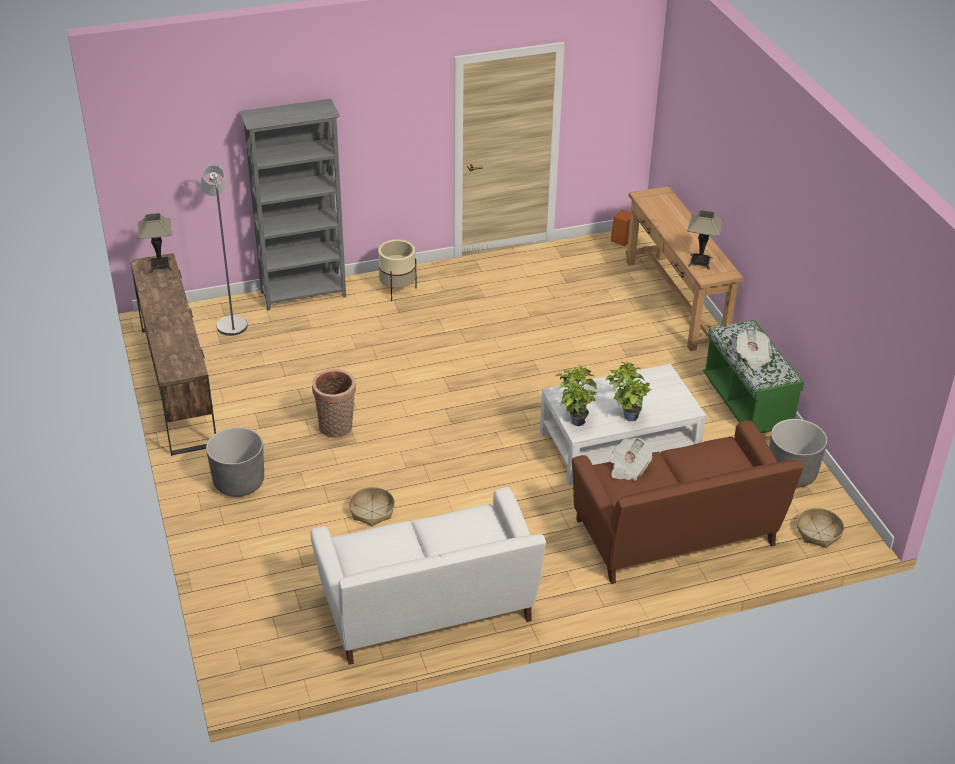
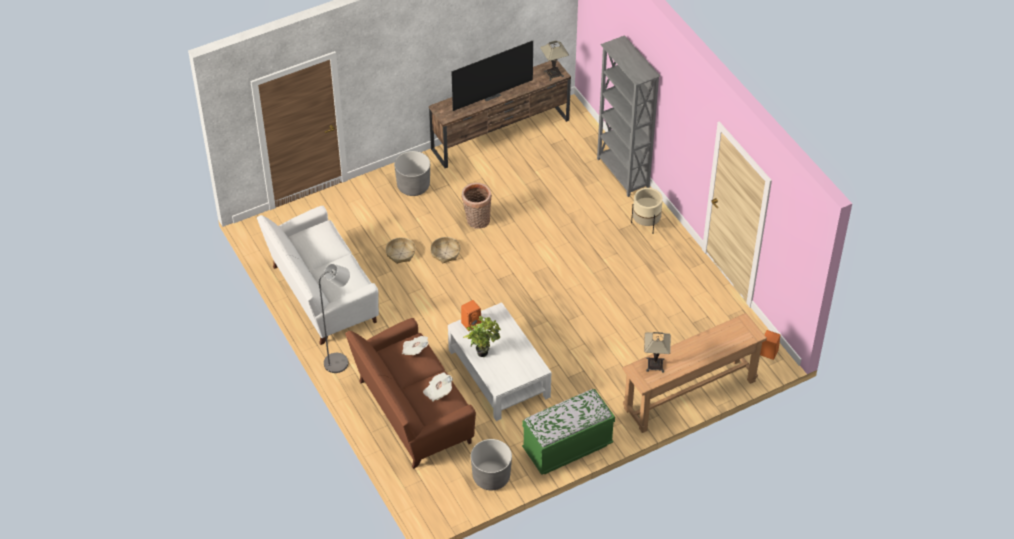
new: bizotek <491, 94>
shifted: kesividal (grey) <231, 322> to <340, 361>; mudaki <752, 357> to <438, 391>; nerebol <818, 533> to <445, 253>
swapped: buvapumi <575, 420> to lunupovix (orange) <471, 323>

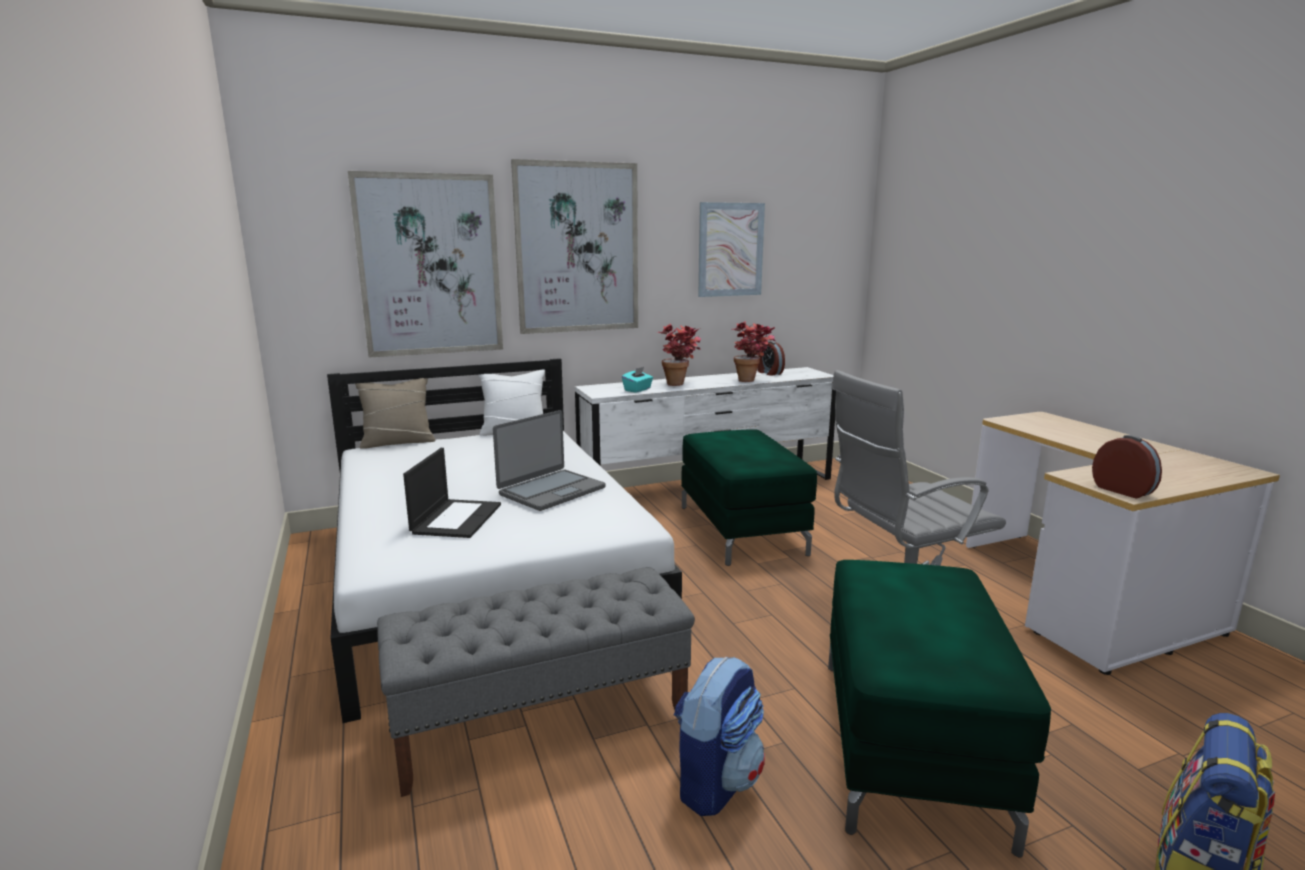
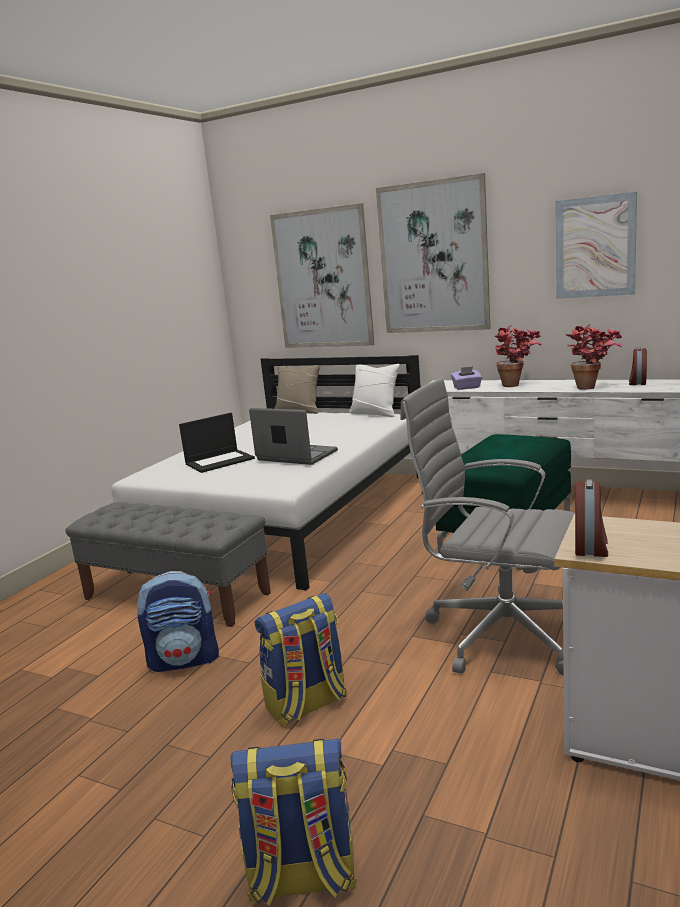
swapped: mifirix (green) <910, 746> to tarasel <306, 704>
repainted: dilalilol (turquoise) <638, 390> to dilalilol (purple) <467, 387>
rotated: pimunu <551, 491> = <296, 456> 150 degrees counterclockwise

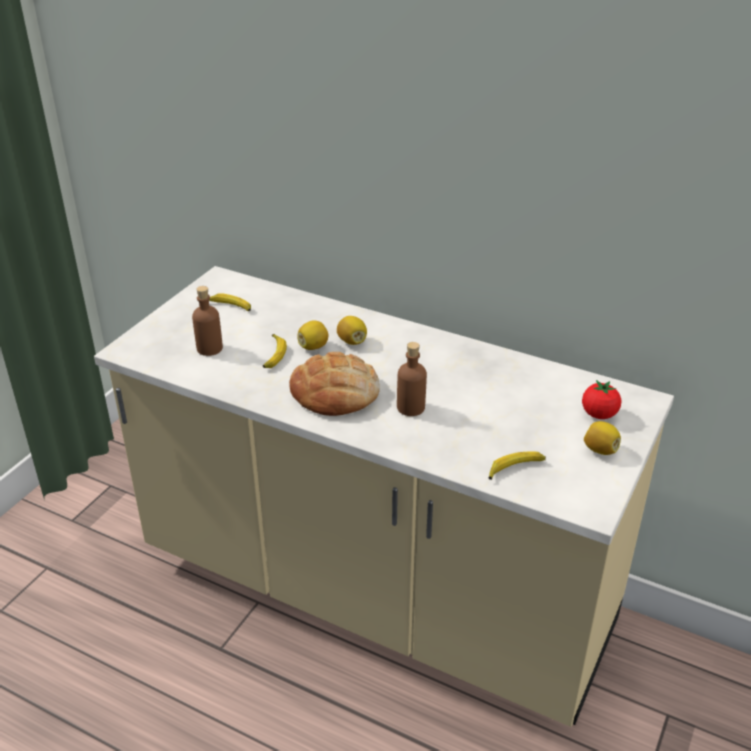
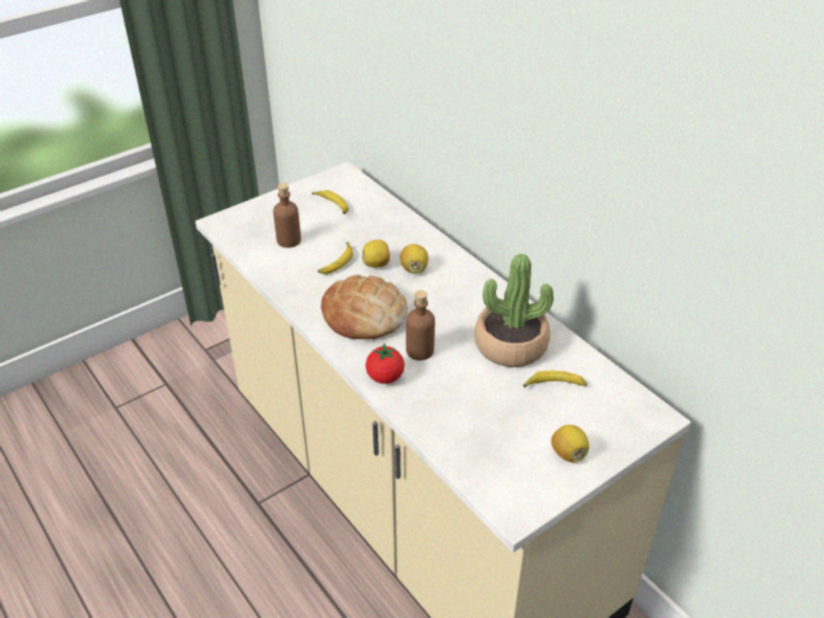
new: buvapumi <510, 345>
shifted: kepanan <515, 469> to <554, 385>; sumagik <599, 414> to <385, 377>

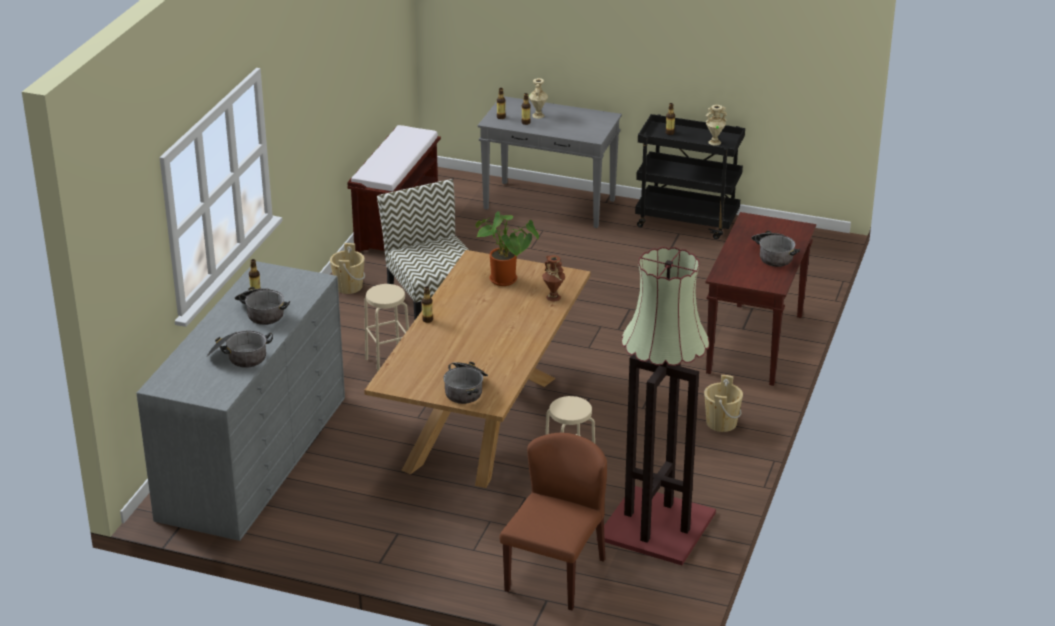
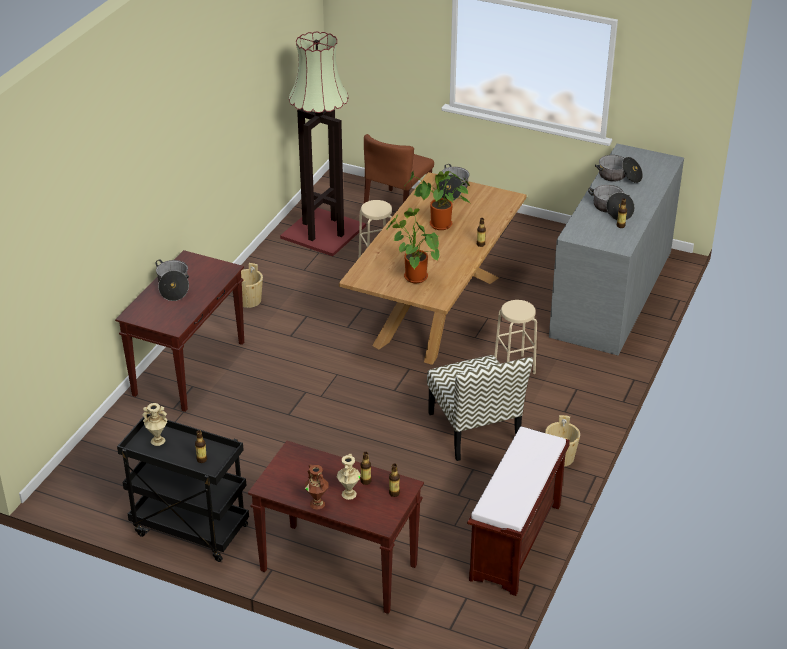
new: buvapumi <439, 226>
shifted: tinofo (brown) <553, 297> to <317, 503>
repainted: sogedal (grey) <550, 205> to sogedal (brown) <337, 568>

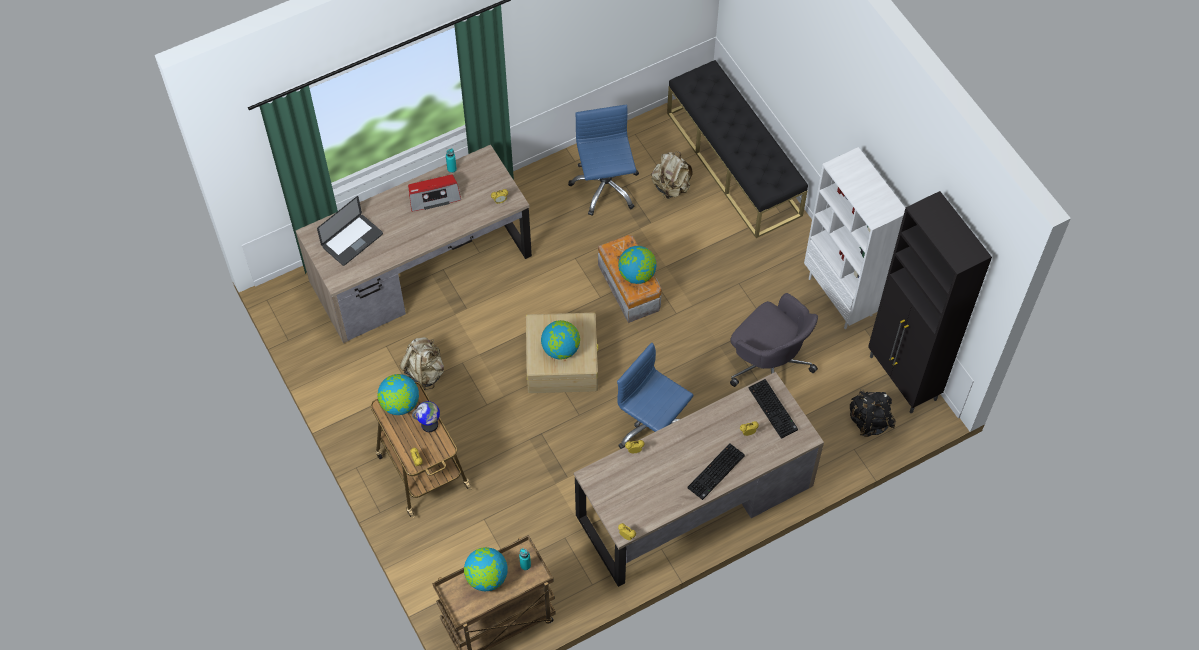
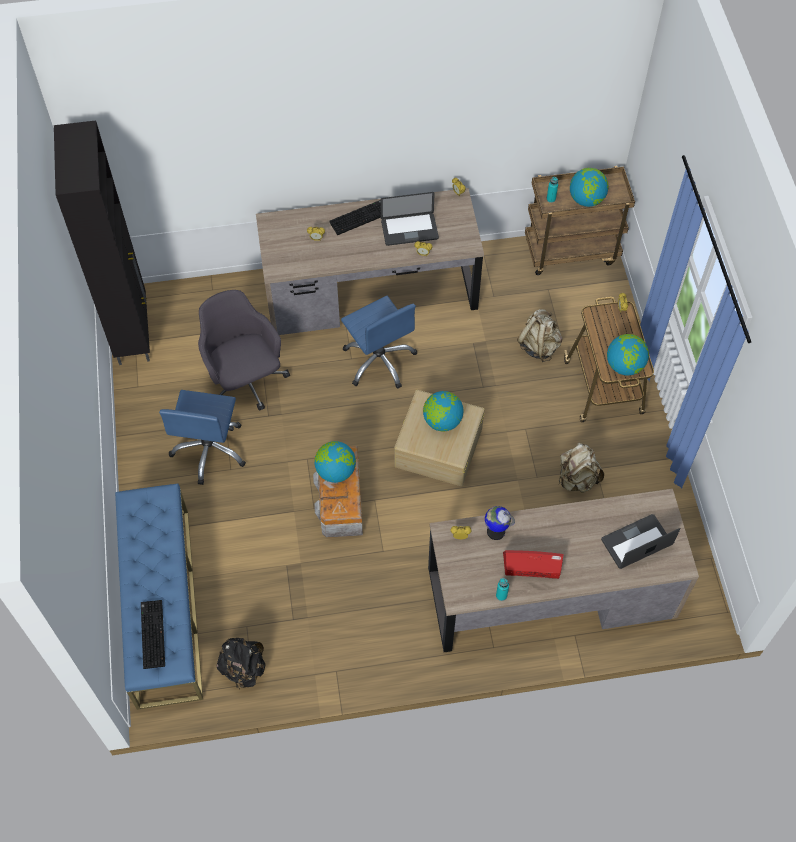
gone: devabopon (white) <841, 297>
new: pimunu <409, 230>
shifted: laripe <430, 425> to <495, 531>; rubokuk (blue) <605, 187> to <210, 450>; tarasel (beige) <671, 187> to <539, 346>; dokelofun <774, 409> to <151, 634>; tarasel (black) <869, 421> to <243, 668>
repainted: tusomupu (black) <734, 164> to tusomupu (blue) <163, 606>

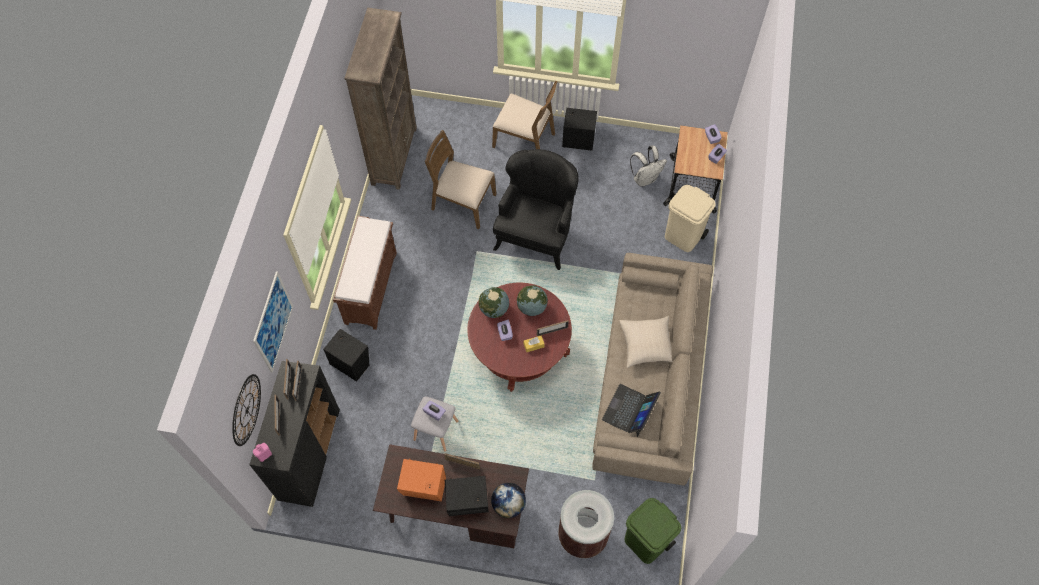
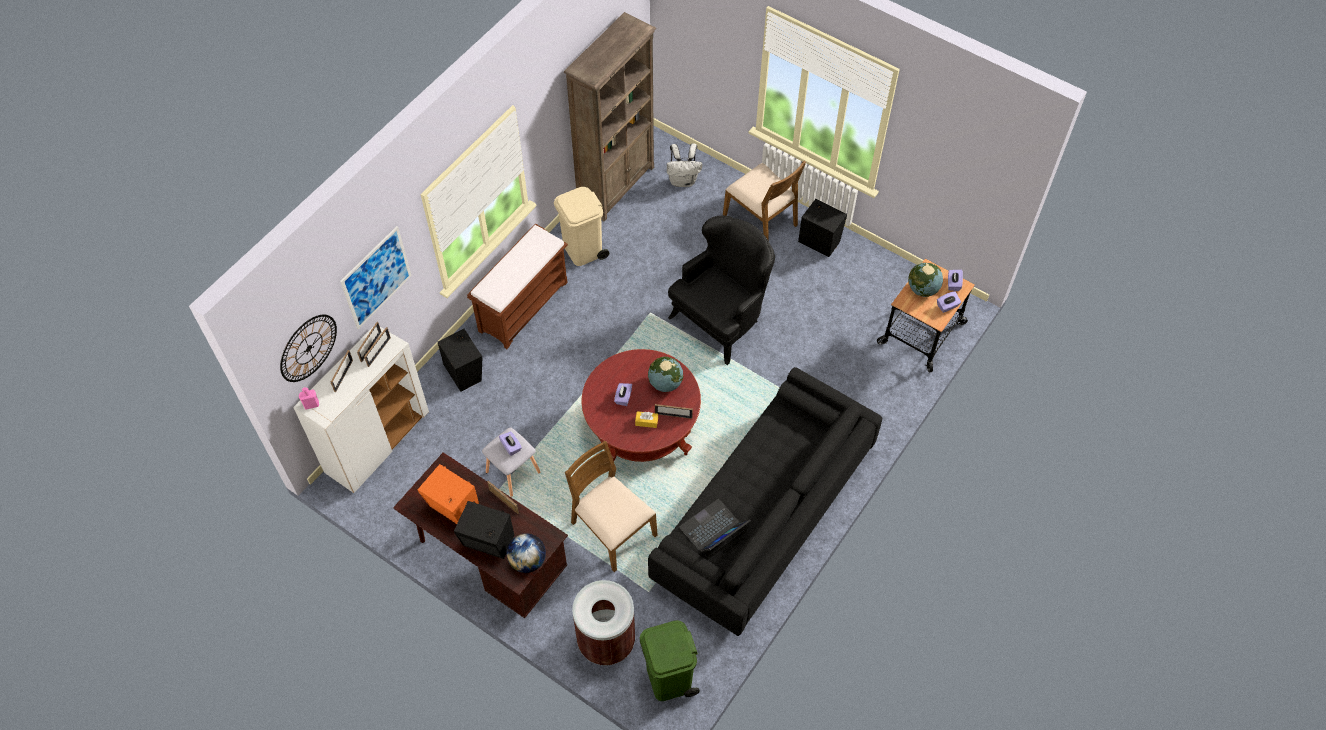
gone: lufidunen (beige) <647, 345>
shifted: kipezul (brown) <463, 202> to <612, 529>; laripe <494, 309> to <922, 289>; tarasel (white) <645, 178> to <683, 180>; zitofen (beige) <683, 236> to <583, 250>
repainted: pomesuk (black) <309, 454> to pomesuk (white) <377, 442>; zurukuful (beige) <649, 379> to zurukuful (black) <763, 514>

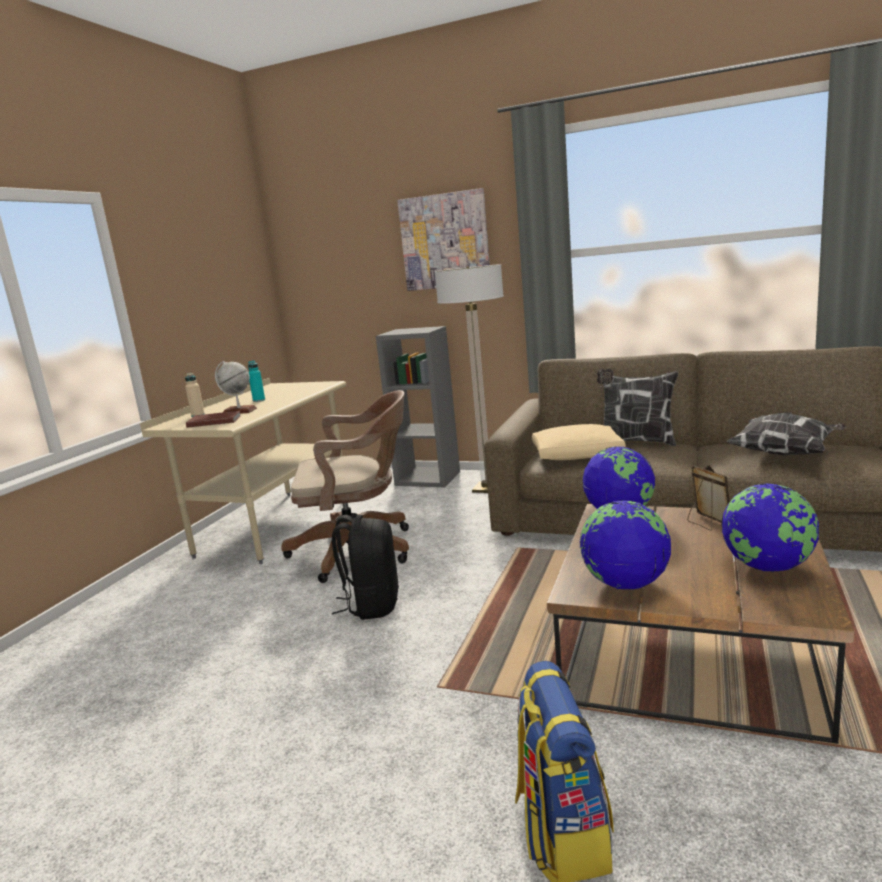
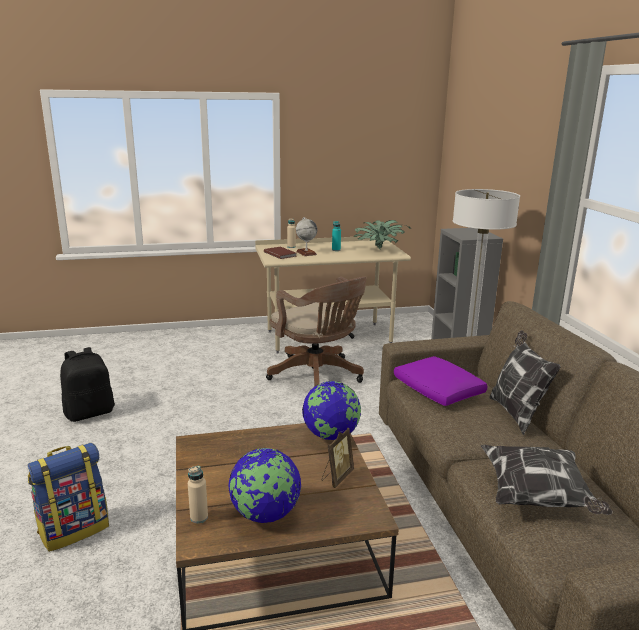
gone: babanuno <445, 241>; laripe <625, 584>
new: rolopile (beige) <199, 517>; buvapumi <379, 250>
shifted: tarasel (black) <372, 604> to <90, 413>
repainted: lufidunen (beige) <578, 455> to lufidunen (purple) <438, 391>

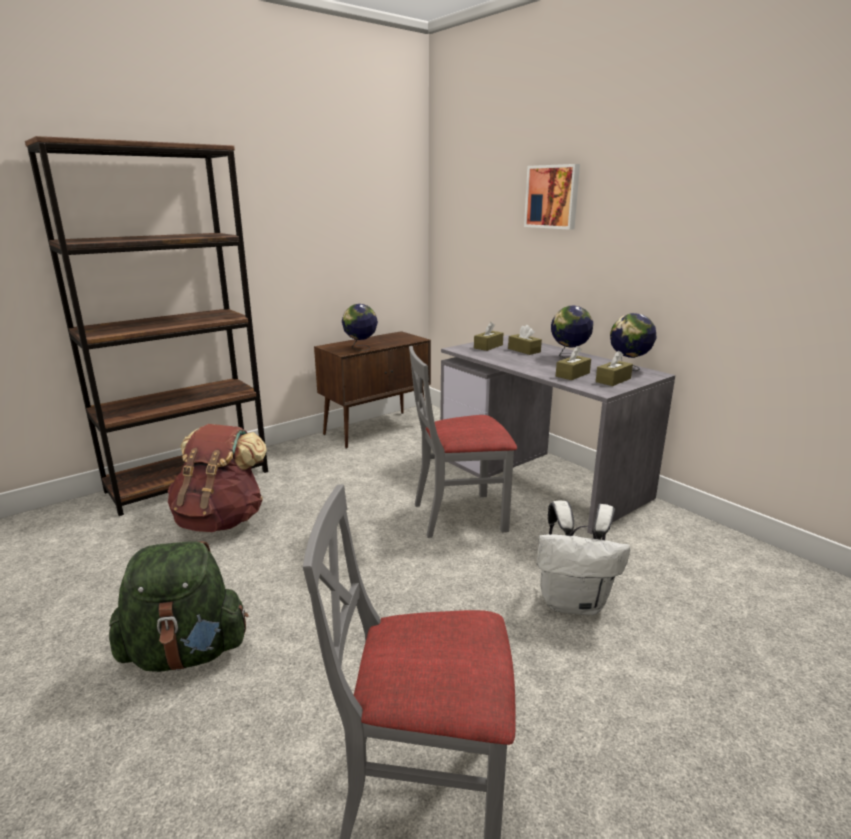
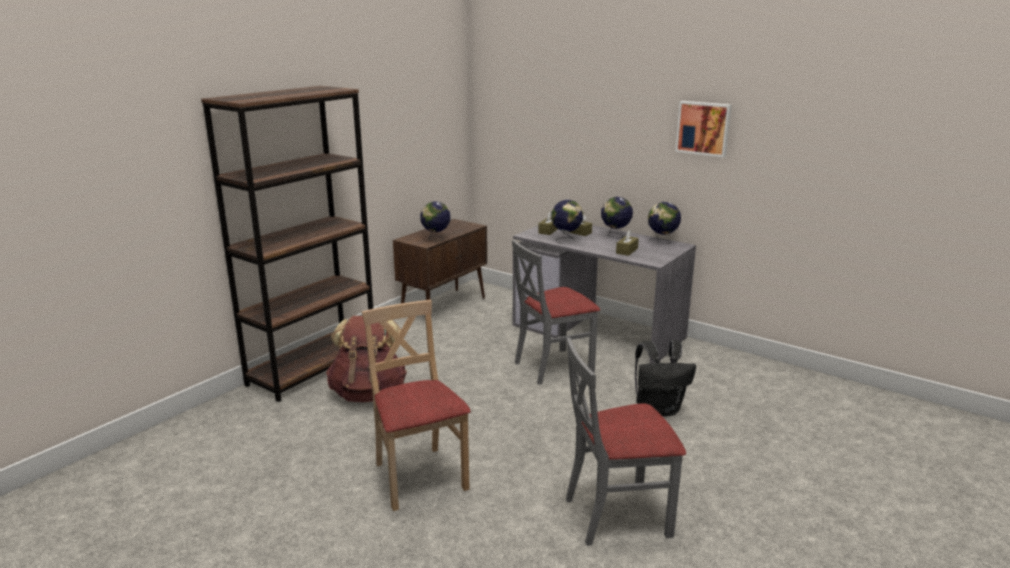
gone: dilalilol (brown) <613, 380>
new: laripe <566, 239>
shifted: babanuno <553, 197> to <703, 128>
swapped: tarasel (green) <186, 652> to kipezul (beige) <419, 477>
repainted: tarasel (white) <574, 602> to tarasel (black) <658, 410>

